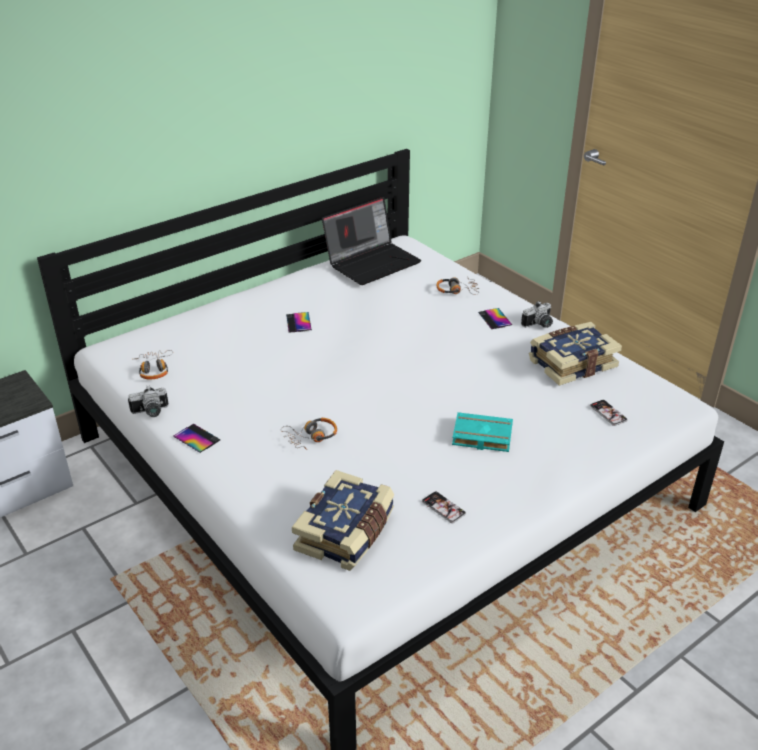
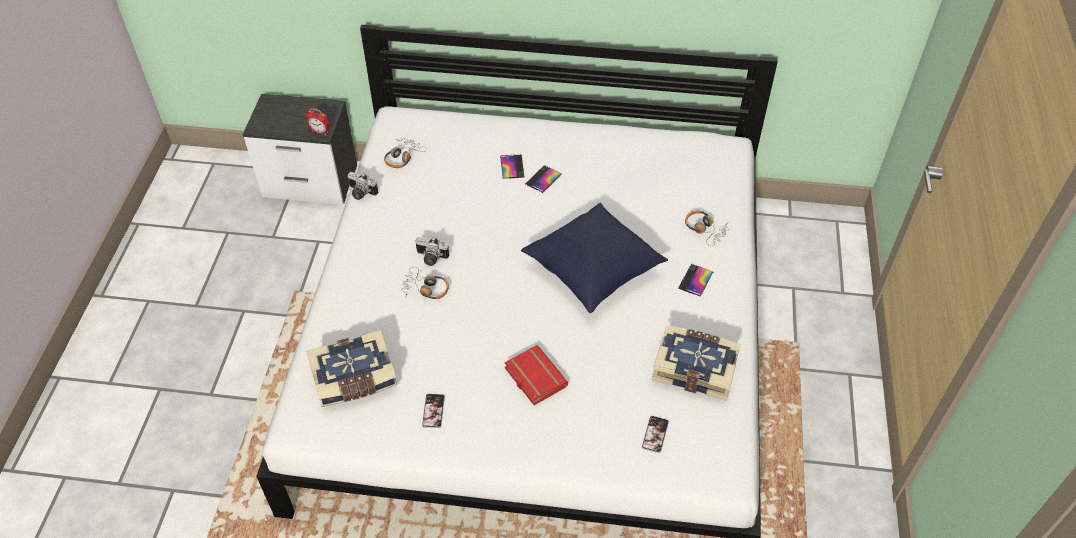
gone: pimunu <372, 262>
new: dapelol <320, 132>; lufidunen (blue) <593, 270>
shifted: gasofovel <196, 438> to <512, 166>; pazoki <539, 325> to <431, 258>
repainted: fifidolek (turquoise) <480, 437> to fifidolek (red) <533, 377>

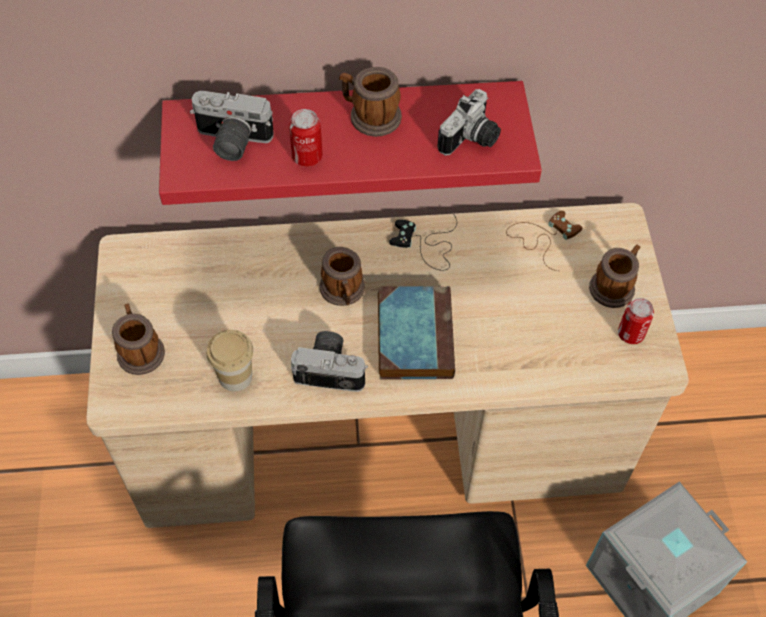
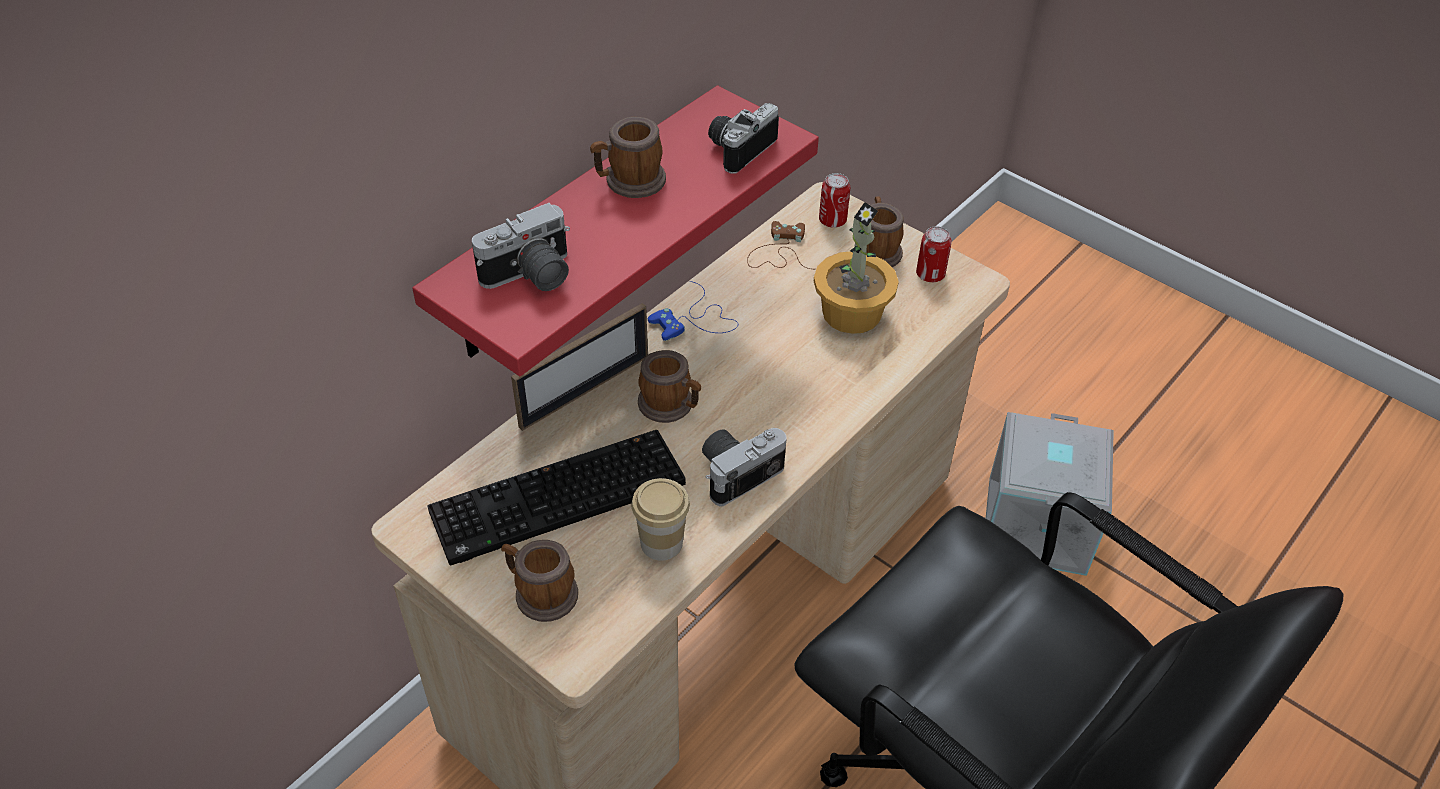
gone: fifidolek <414, 335>
new: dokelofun <557, 502>; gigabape <584, 391>; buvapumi <852, 312>
shifted: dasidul <307, 157> to <832, 220>
repainted: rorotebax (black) <426, 245> to rorotebax (blue) <695, 320>
rotated: pazoki <472, 140> = <738, 148> 135 degrees counterclockwise

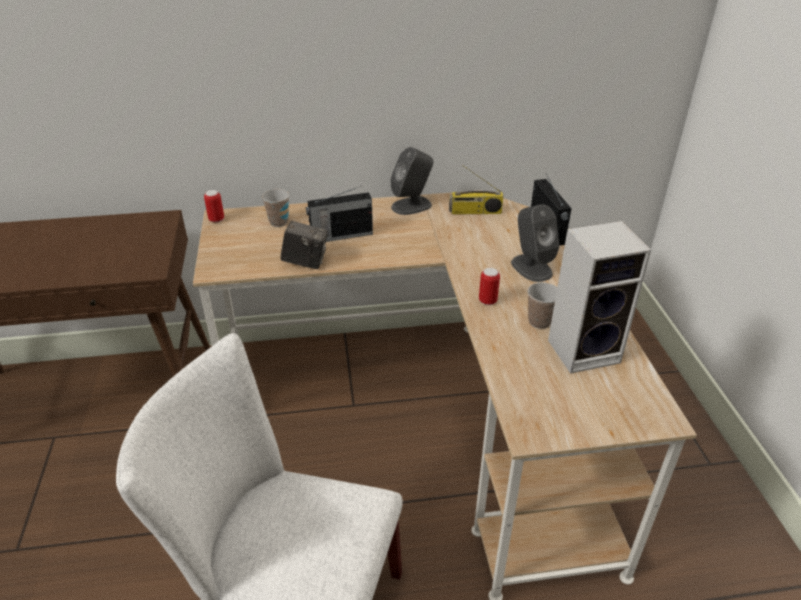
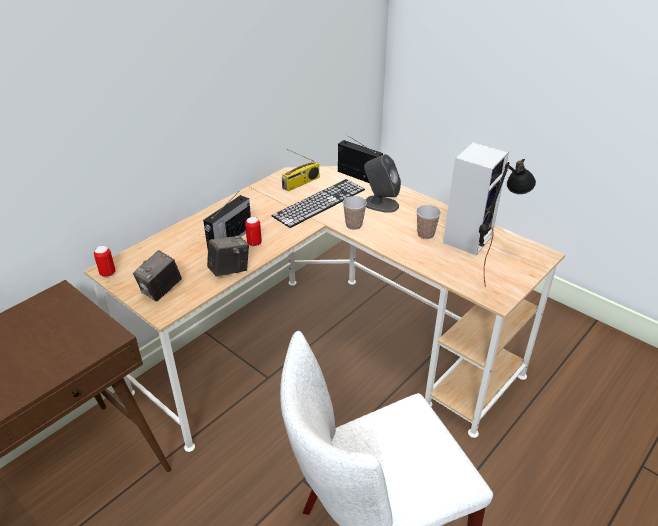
gone: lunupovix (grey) <412, 206>
new: pazoki <161, 290>; dokelofun <319, 202>; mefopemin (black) <490, 269>
shifted: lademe <278, 222> to <354, 225>; dasidul <487, 301> to <254, 243>

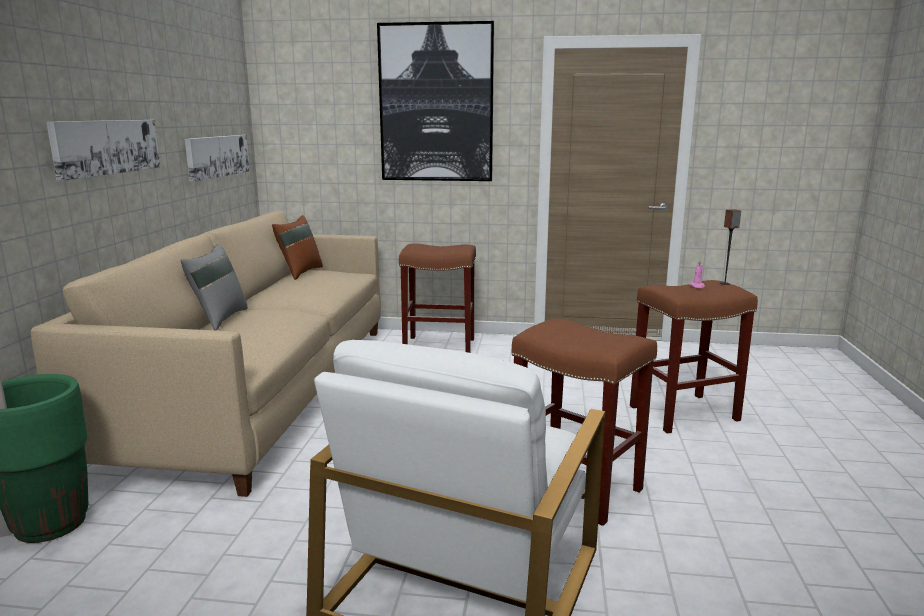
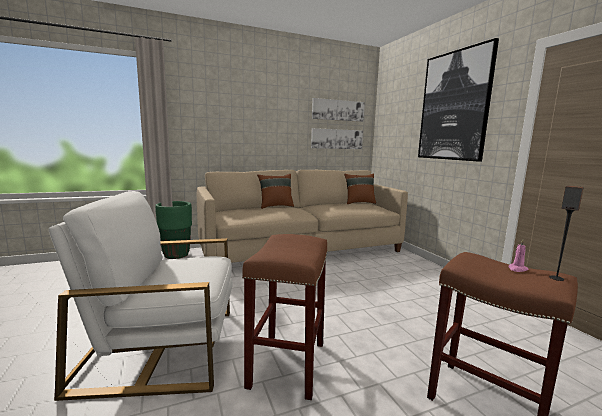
gone: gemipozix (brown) <440, 346>
shifted: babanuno <106, 147> to <338, 110>
repainted: lufidunen (grey) <219, 319> to lufidunen (brown) <275, 206>

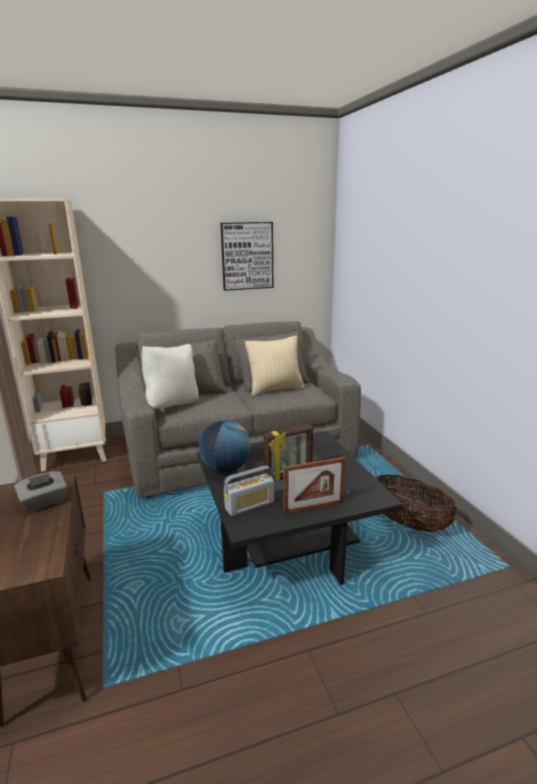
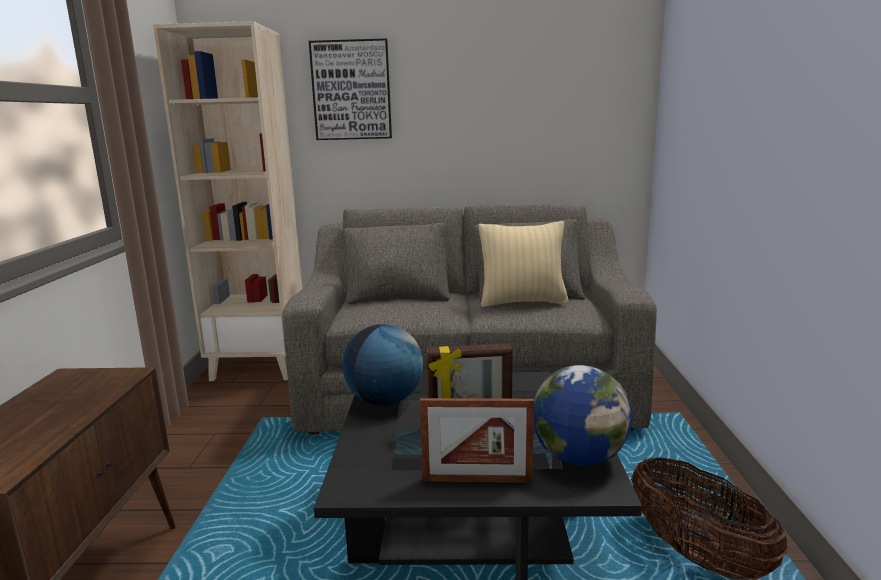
gone: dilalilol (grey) <44, 502>; lufidunen (white) <173, 405>; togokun <249, 505>
new: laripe <578, 458>
shifted: babanuno <247, 256> to <351, 90>

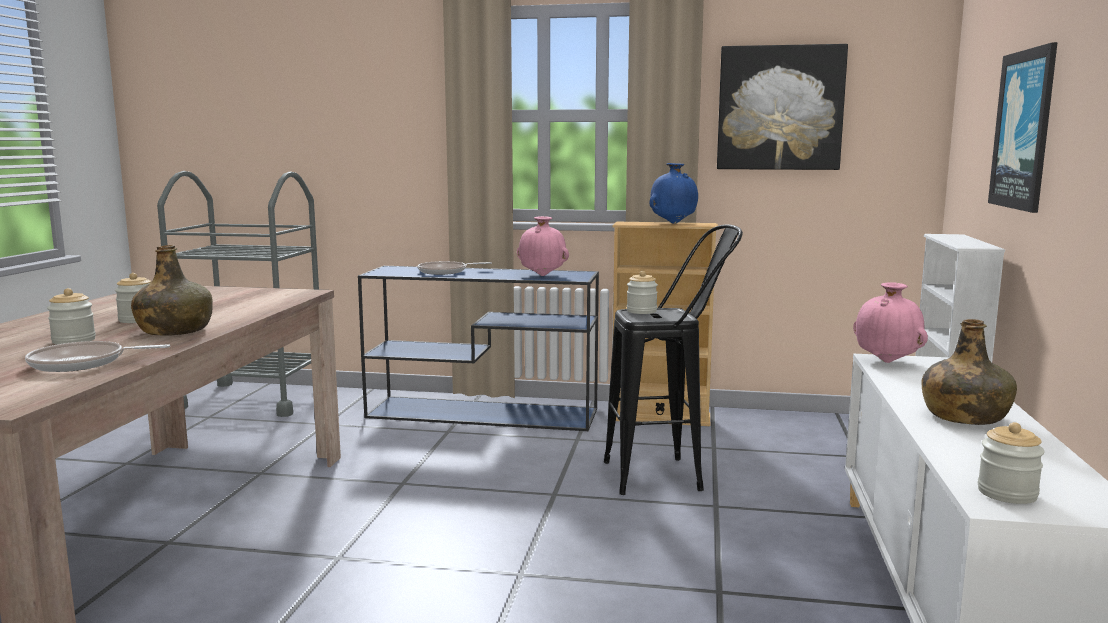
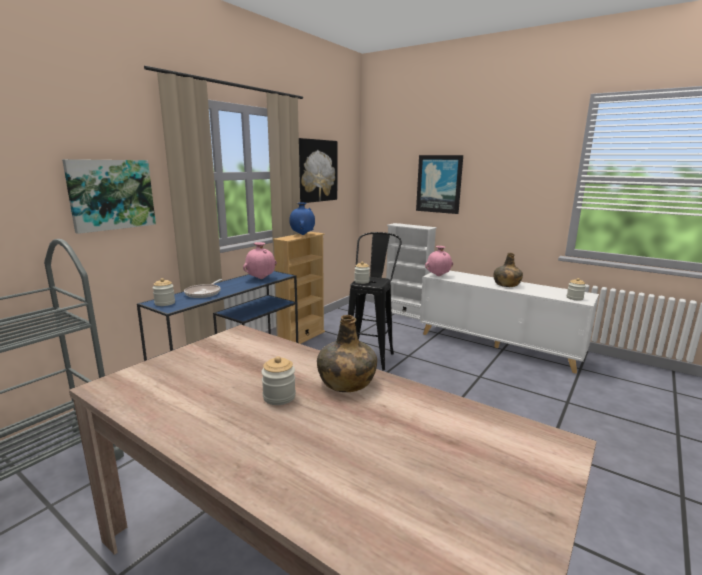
gone: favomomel <83, 363>
new: babanuno <111, 194>
shifted: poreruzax <74, 340> to <165, 303>

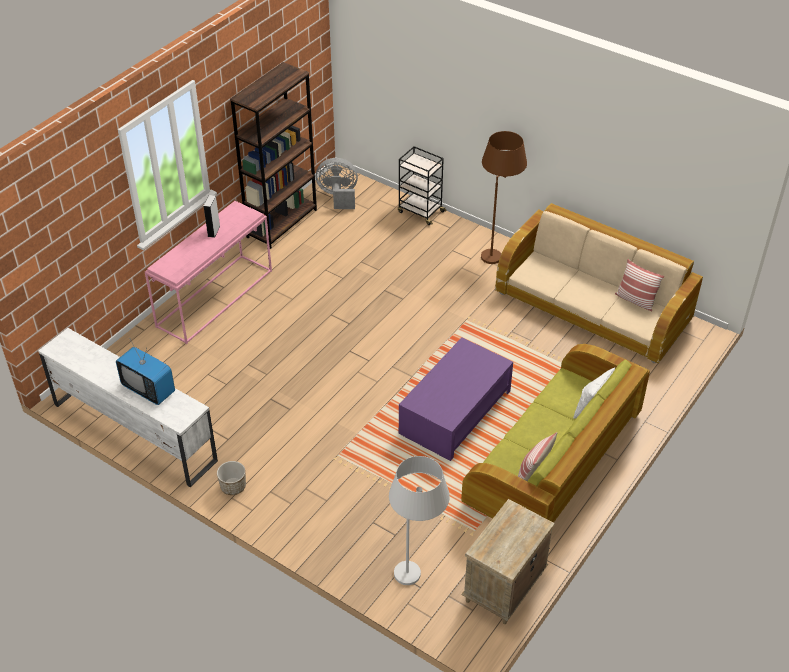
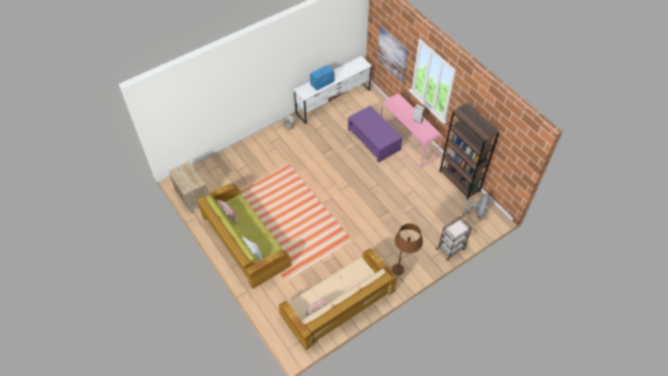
gone: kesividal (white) <417, 583>
new: babanuno <392, 54>
shifted: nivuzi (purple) <455, 412> to <373, 140>

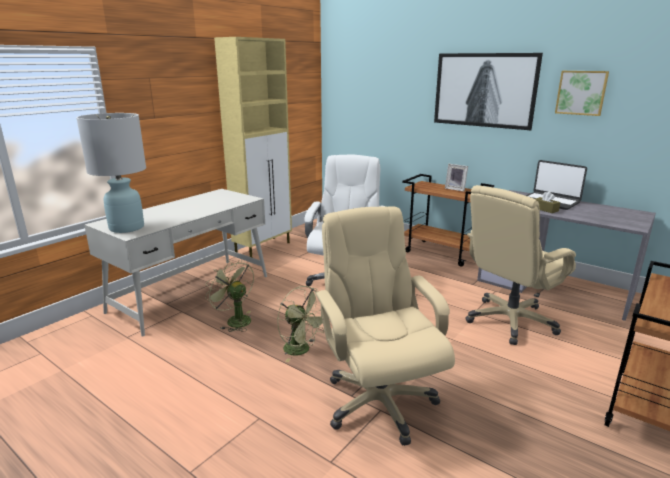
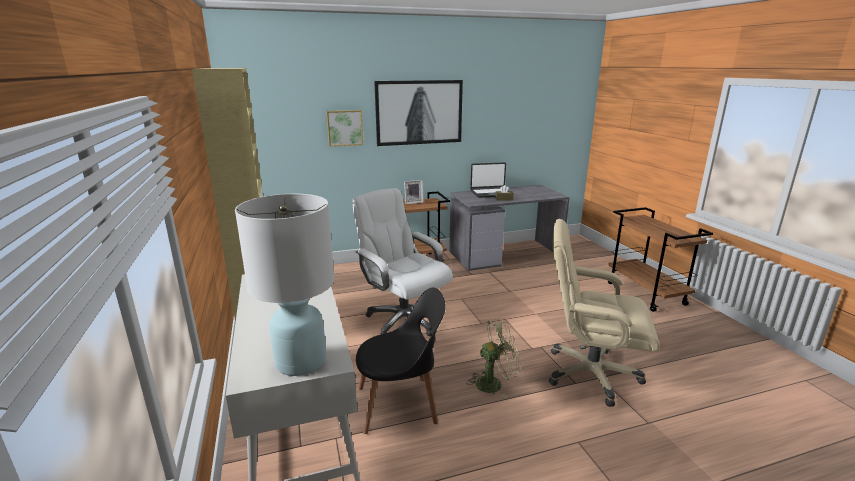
gone: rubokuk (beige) <510, 321>
shifted: babanuno <581, 92> to <344, 128>
swapped: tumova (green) <234, 320> to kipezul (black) <401, 404>

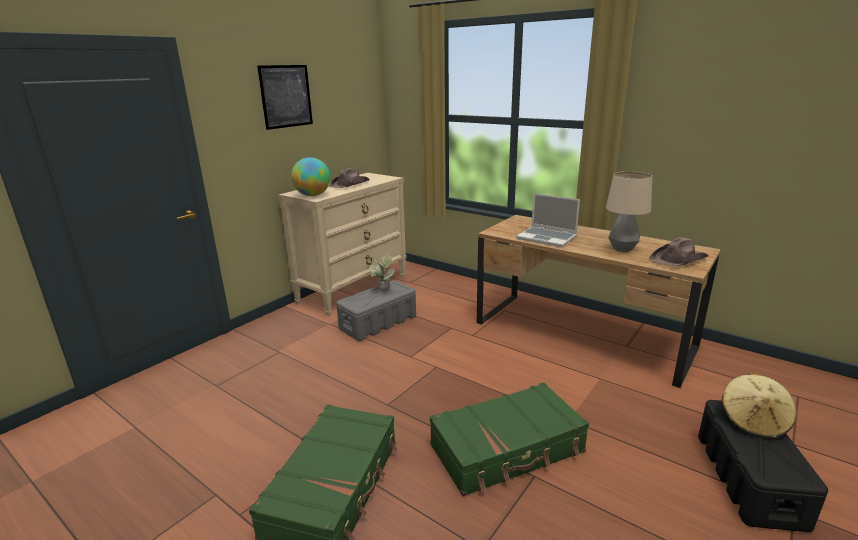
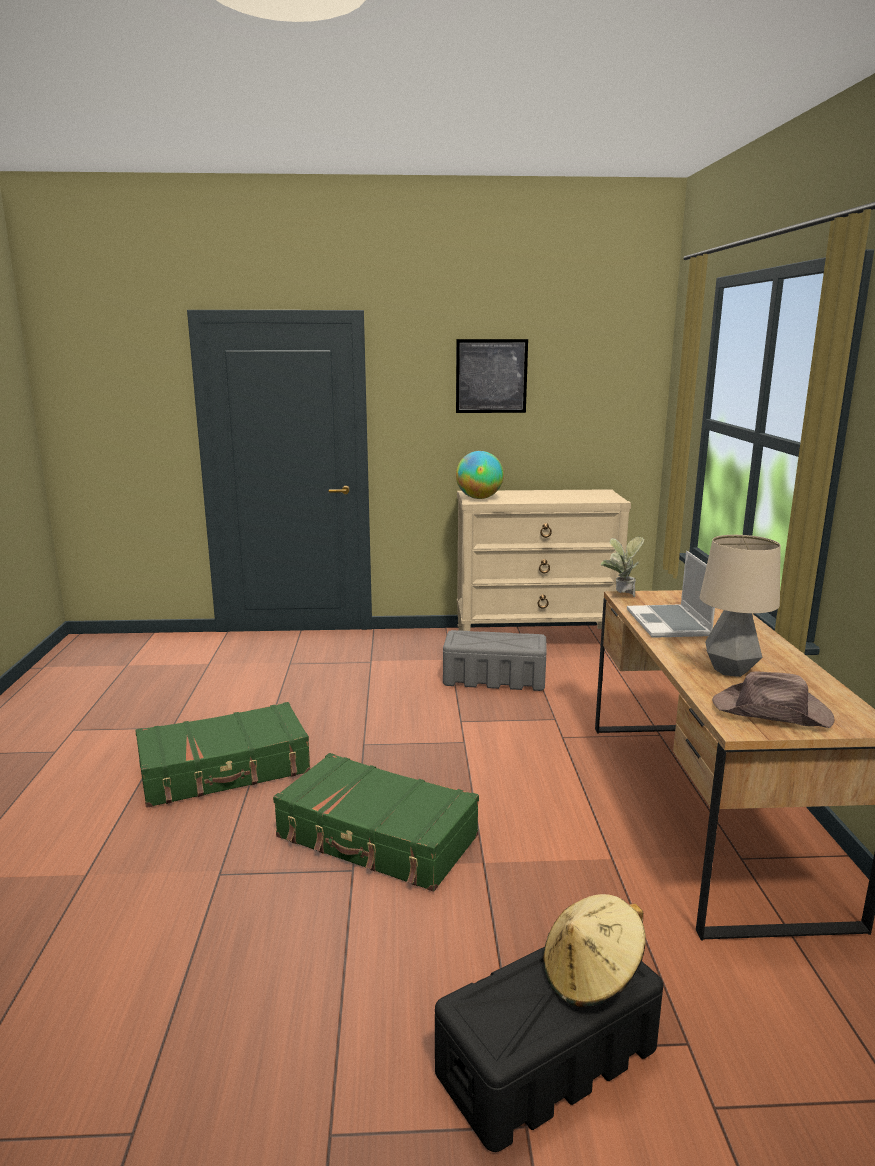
gone: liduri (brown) <350, 184>
shifted: buvapumi <383, 290> to <620, 596>

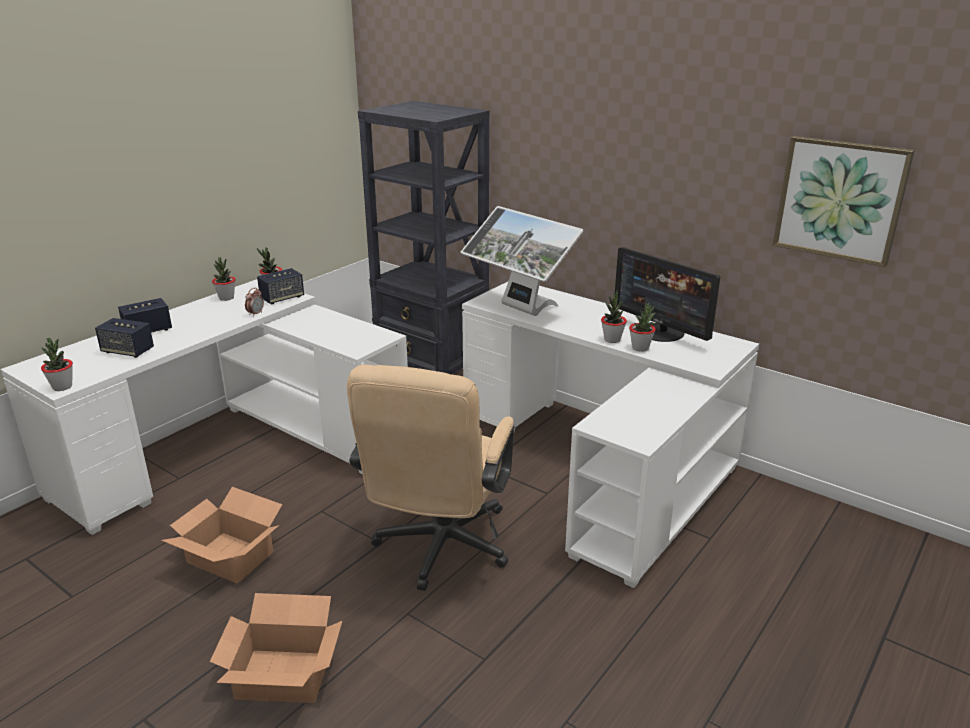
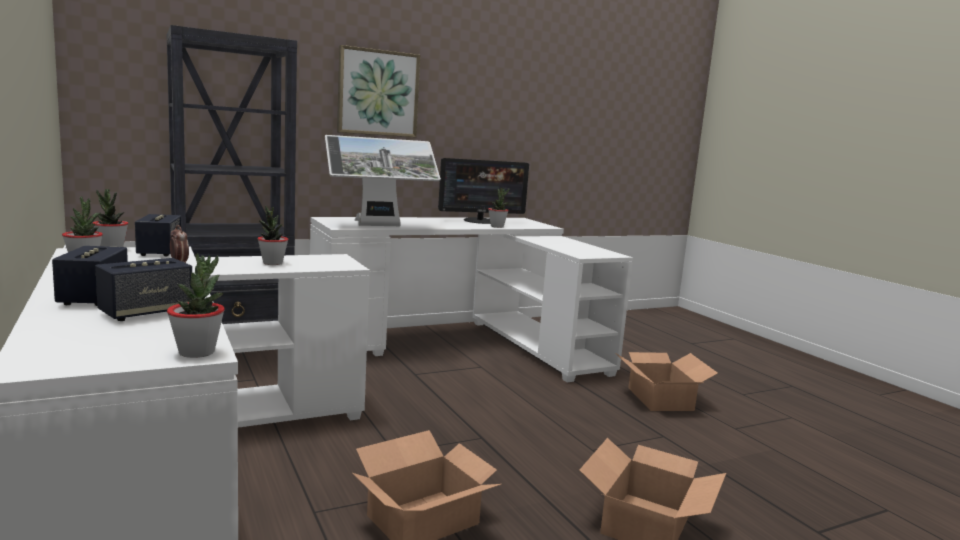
gone: rubokuk (beige) <439, 550>
new: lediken <660, 398>
shifted: buvapumi <612, 339> to <272, 263>; babanuno <840, 200> to <378, 93>

